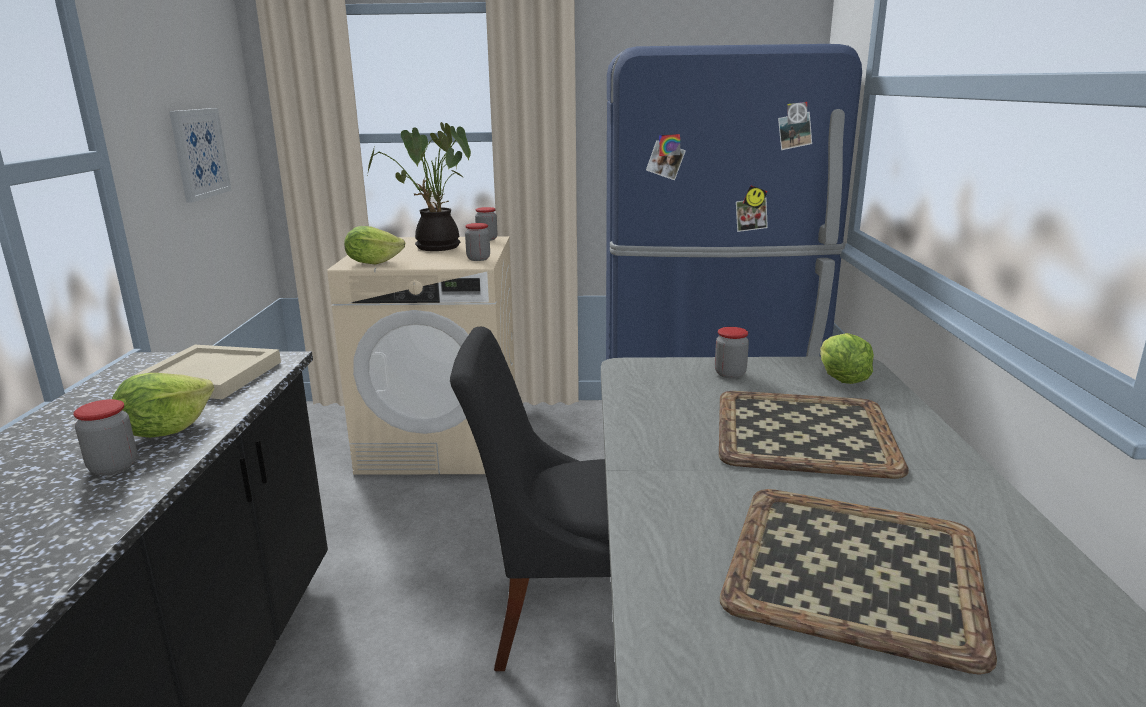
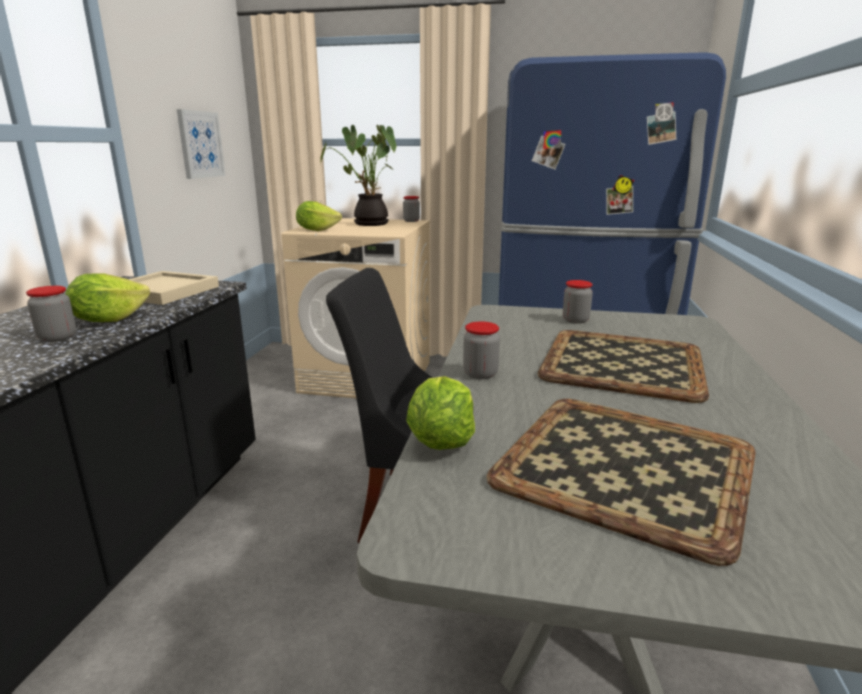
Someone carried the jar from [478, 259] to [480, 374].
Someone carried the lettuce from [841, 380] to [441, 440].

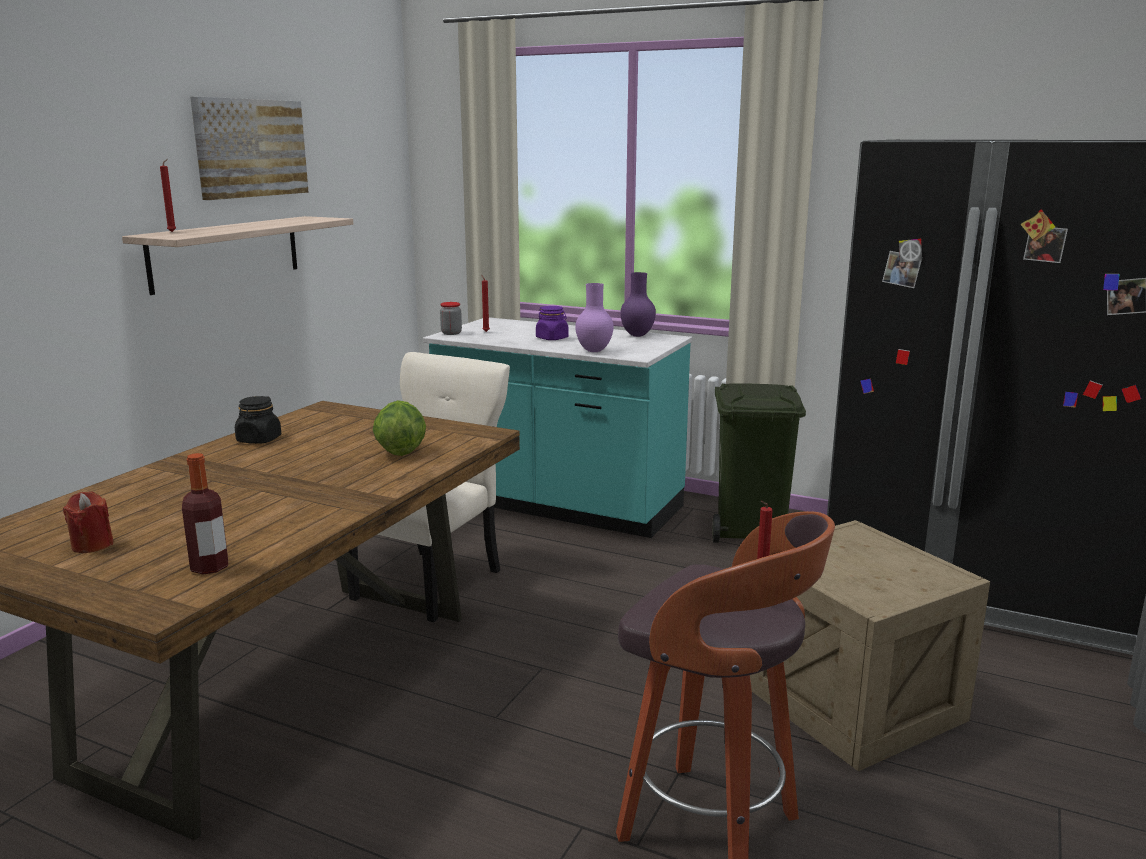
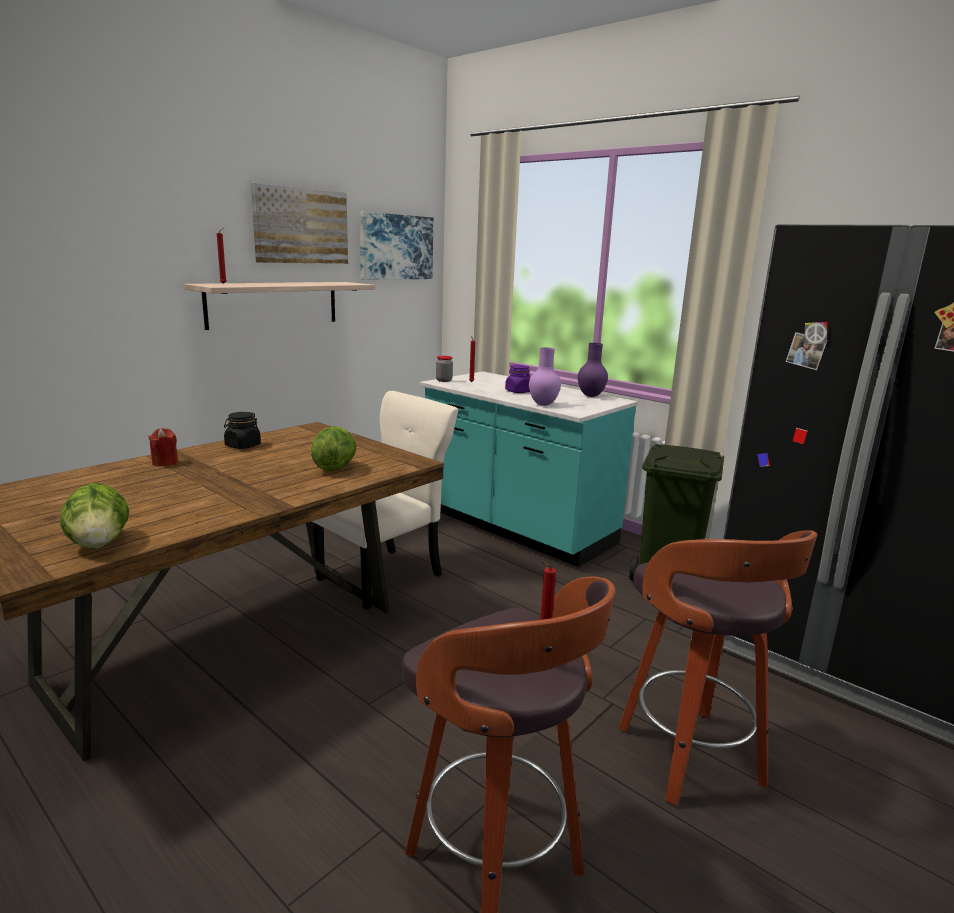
Someone put up the picture at [395, 247].
Someone carried the red candle from [92, 545] to [165, 462].
Someone swapped the bottle at [209, 567] for the lettuce at [99, 544].
Someone swapped the crate at [851, 701] for the stool at [692, 759].

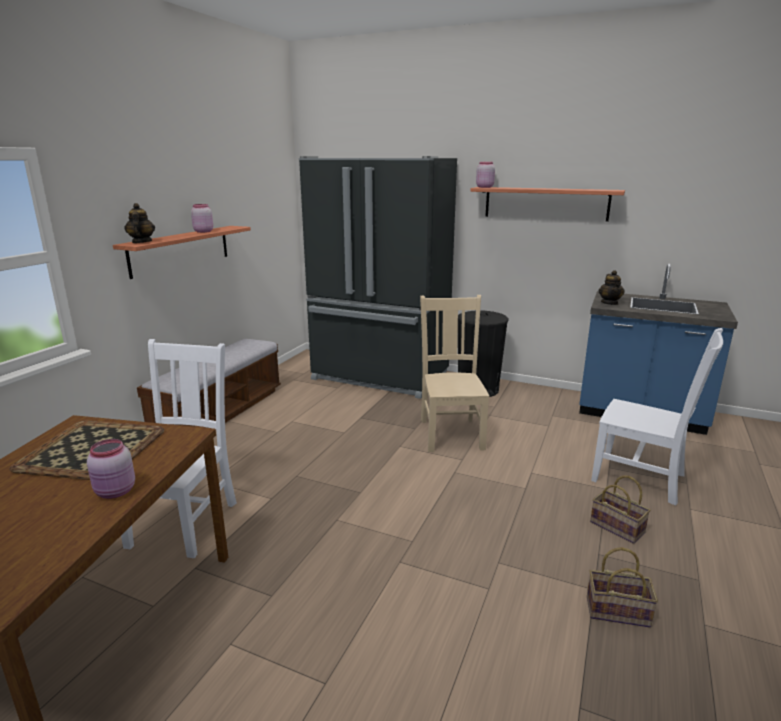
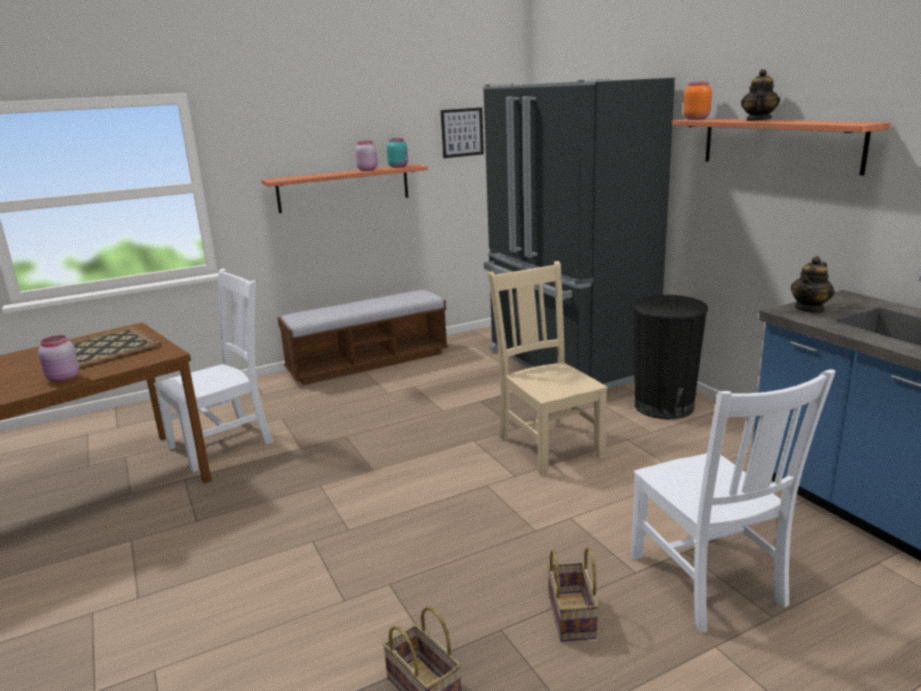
Someone put down the turquoise jar at [398, 167].
Someone put up the picture at [462, 132].
Someone carried the teapot from [141, 242] to [758, 120].
Someone repainted the pink jar at [484, 187], which became the orange jar at [696, 119].
Someone rotated the beige chair at [451, 433] by 60 degrees counterclockwise.

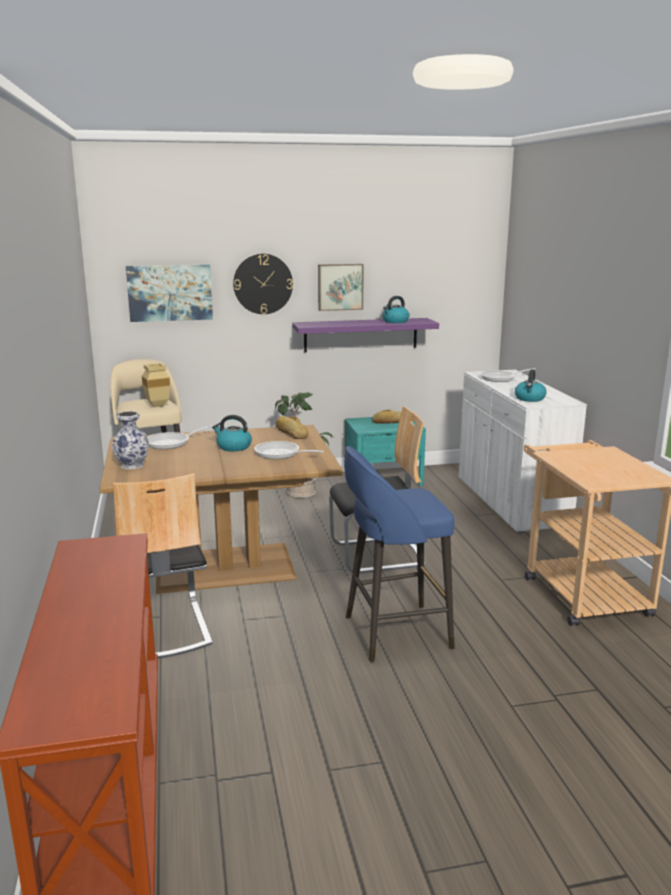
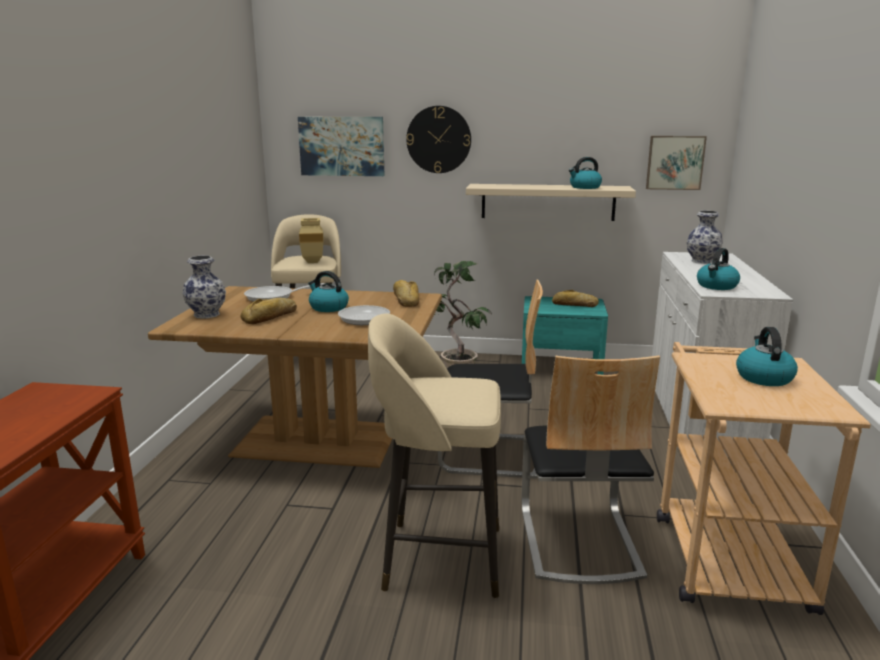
Someone put down the bread at [271, 316].
Someone put down the kettle at [763, 377].
Someone carried the chair from [161, 628] to [578, 540].
Someone carried the picture from [340, 287] to [675, 162].
Someone swapped the frying pan at [501, 378] for the vase at [702, 261].
Someone repainted the purple shelf at [361, 334], which became the beige shelf at [548, 202].
Someone repainted the blue stool at [394, 632], which became the beige stool at [439, 558].

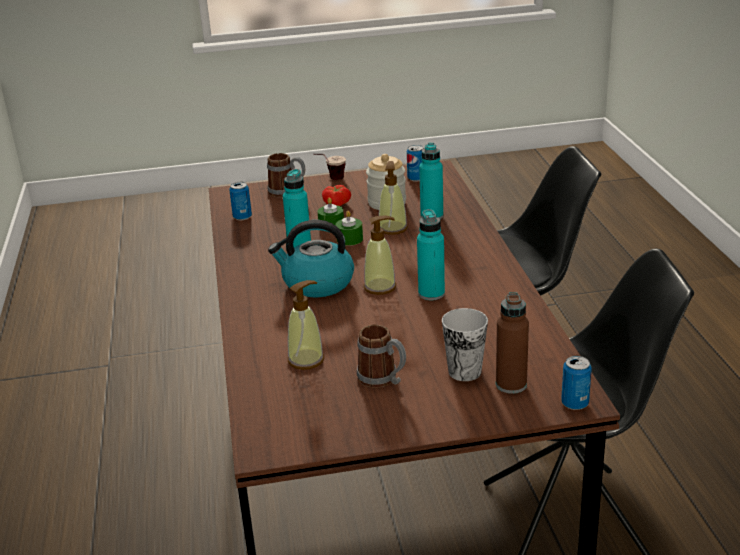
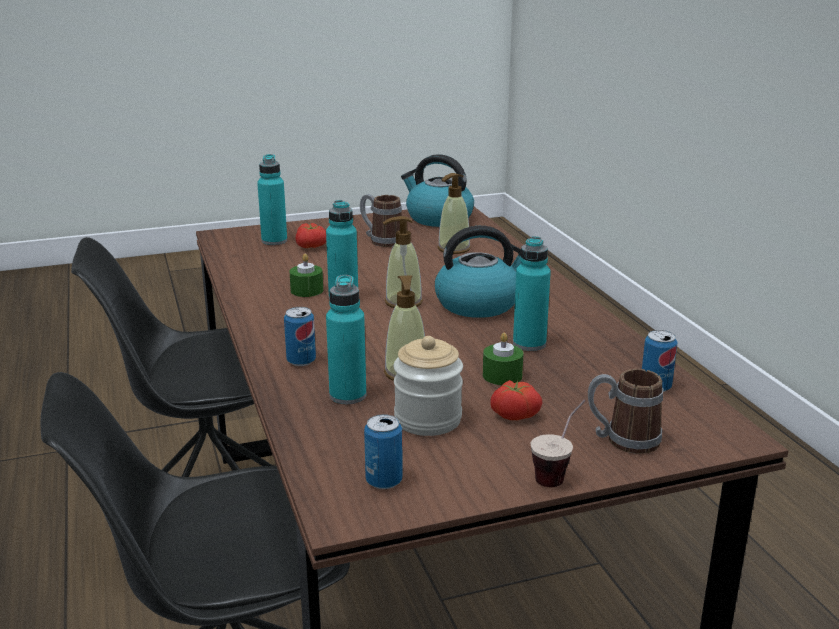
Someone put down the kettle at [438, 218].
Someone carried the green candle from [349, 239] to [307, 290].
Someone carried the can from [575, 403] to [301, 361].
Someone swapped the cup at [464, 371] for the tomato at [312, 246].
Someone repainted the brown bottle at [511, 384], which became the turquoise bottle at [274, 241].

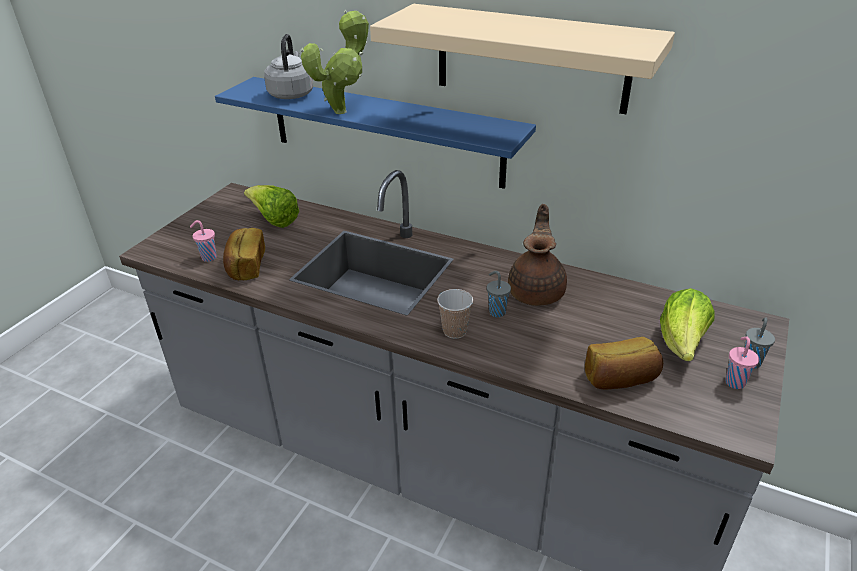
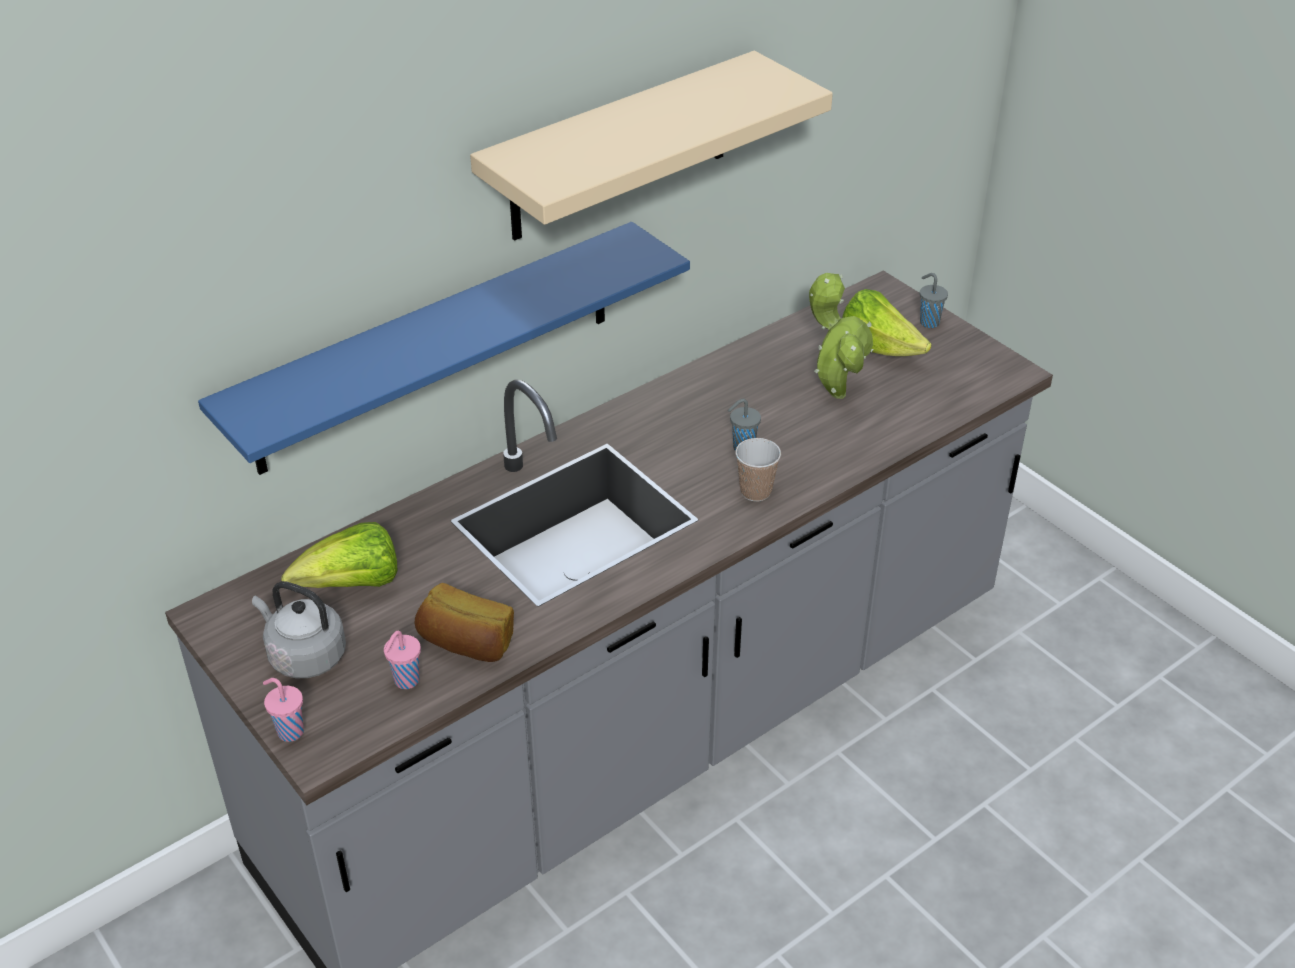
Someone took away the brown teapot at [537, 291].
Someone took away the bread at [621, 379].
Someone carried the grey kettle from [291, 94] to [304, 655].
Someone carried the potted plant from [343, 110] to [835, 390].
Someone carried the pink cup from [734, 382] to [289, 731].

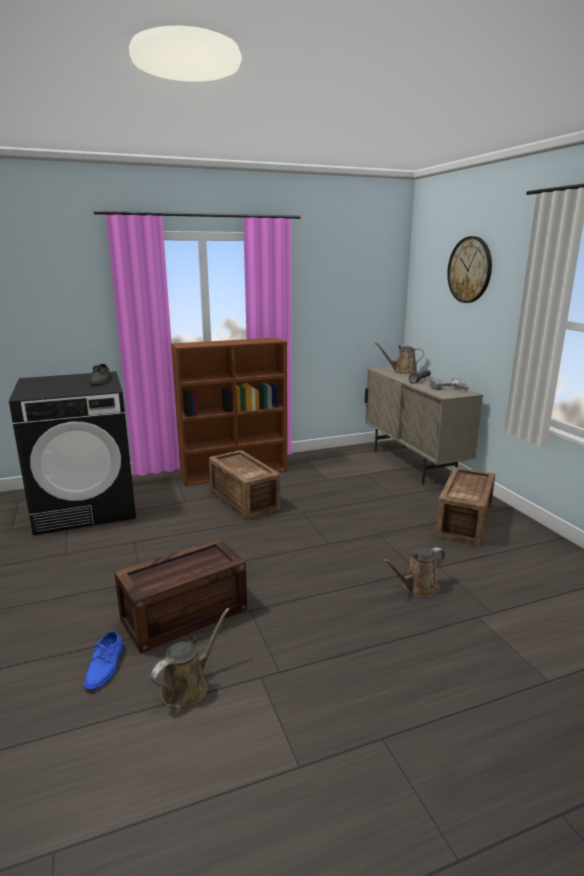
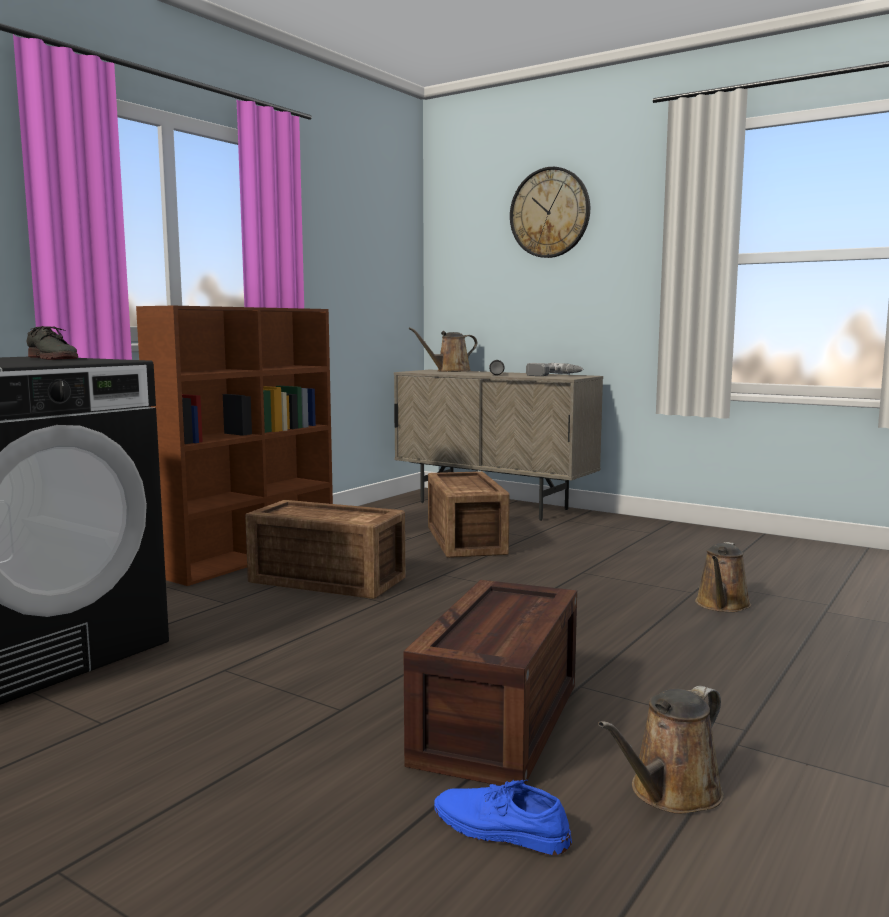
Someone carried the crate from [465, 522] to [467, 540].
Someone rotated the blue shoe at [105, 666] by 150 degrees clockwise.
Someone rotated the brown watering can at [188, 686] by 135 degrees counterclockwise.

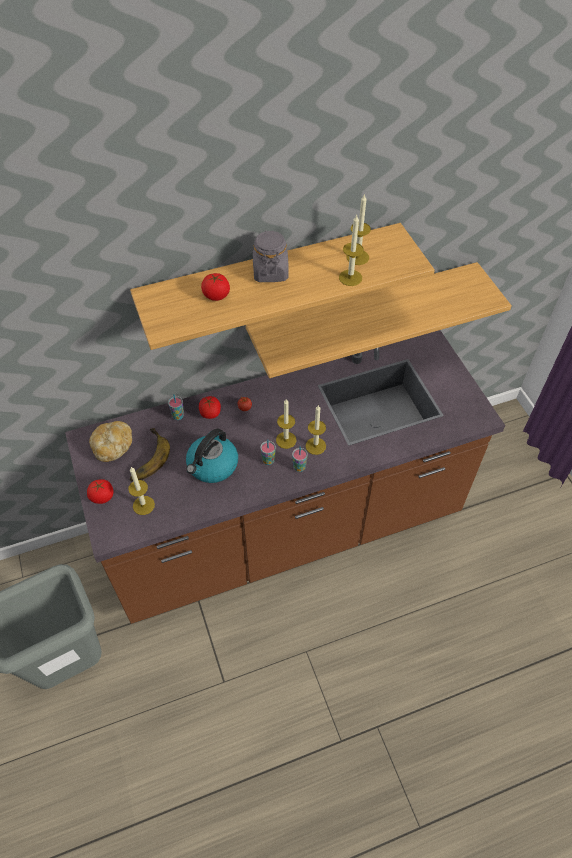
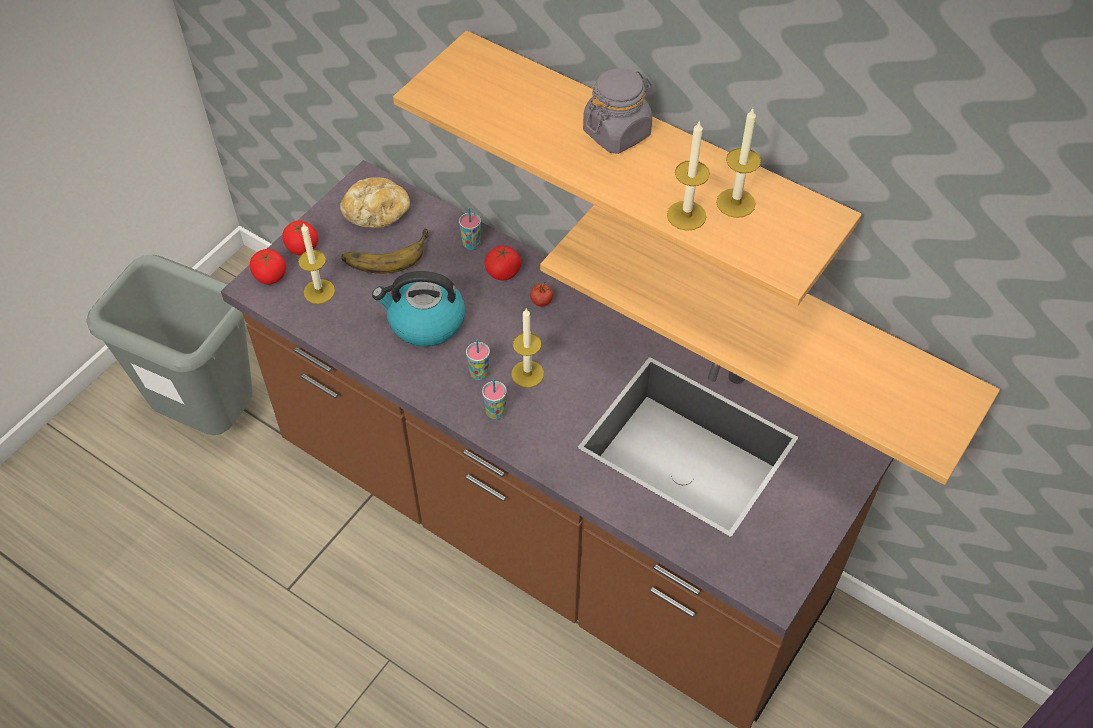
Someone took away the candle at [315, 446].
Someone carried the tomato from [216, 295] to [270, 276].

